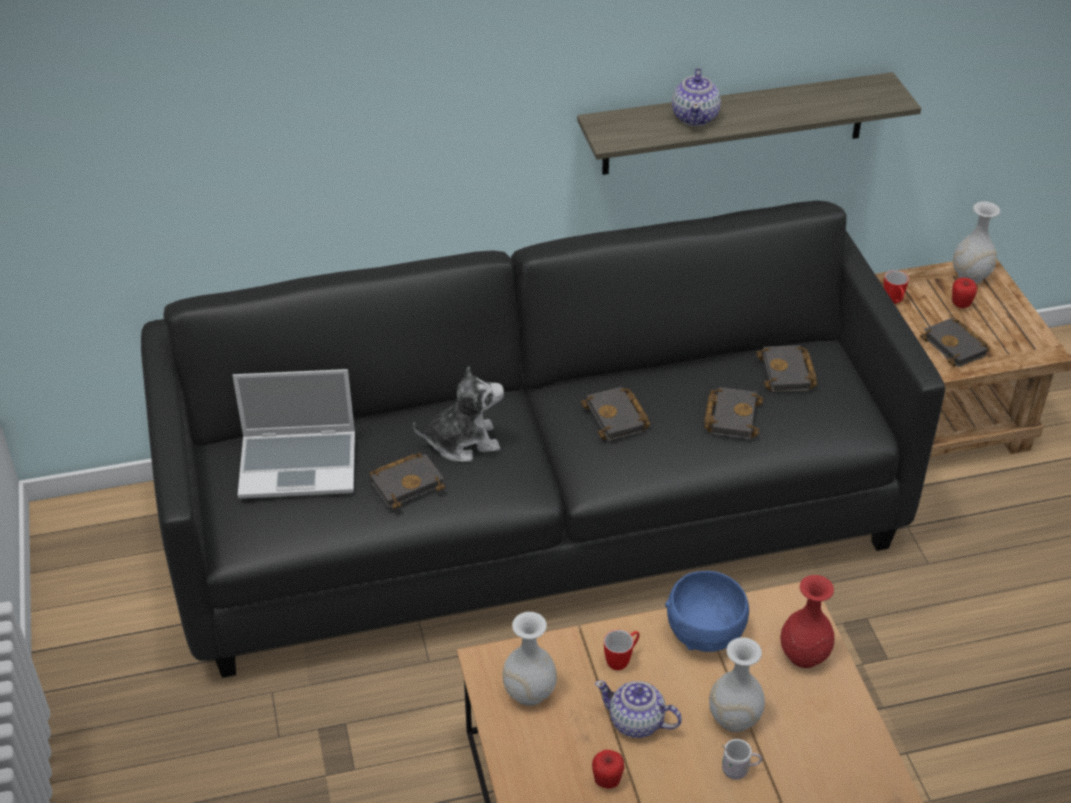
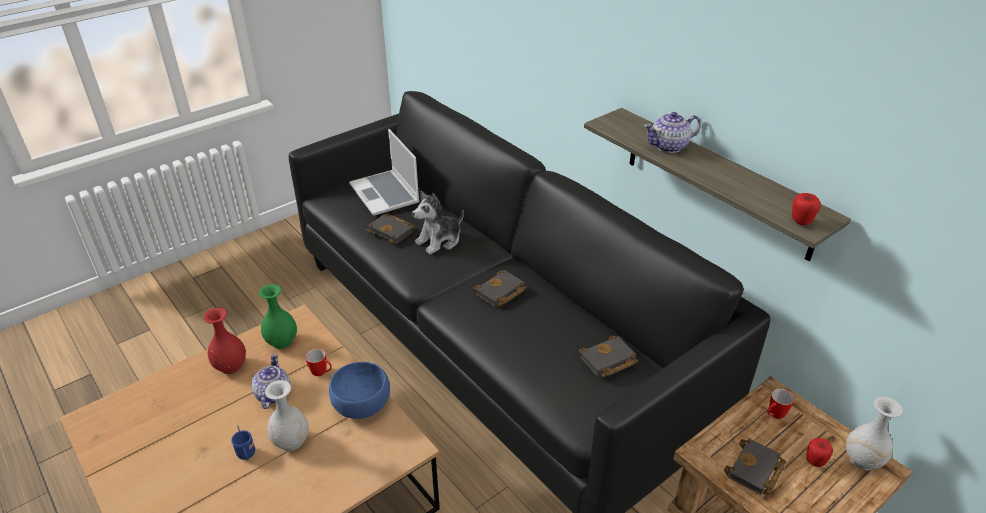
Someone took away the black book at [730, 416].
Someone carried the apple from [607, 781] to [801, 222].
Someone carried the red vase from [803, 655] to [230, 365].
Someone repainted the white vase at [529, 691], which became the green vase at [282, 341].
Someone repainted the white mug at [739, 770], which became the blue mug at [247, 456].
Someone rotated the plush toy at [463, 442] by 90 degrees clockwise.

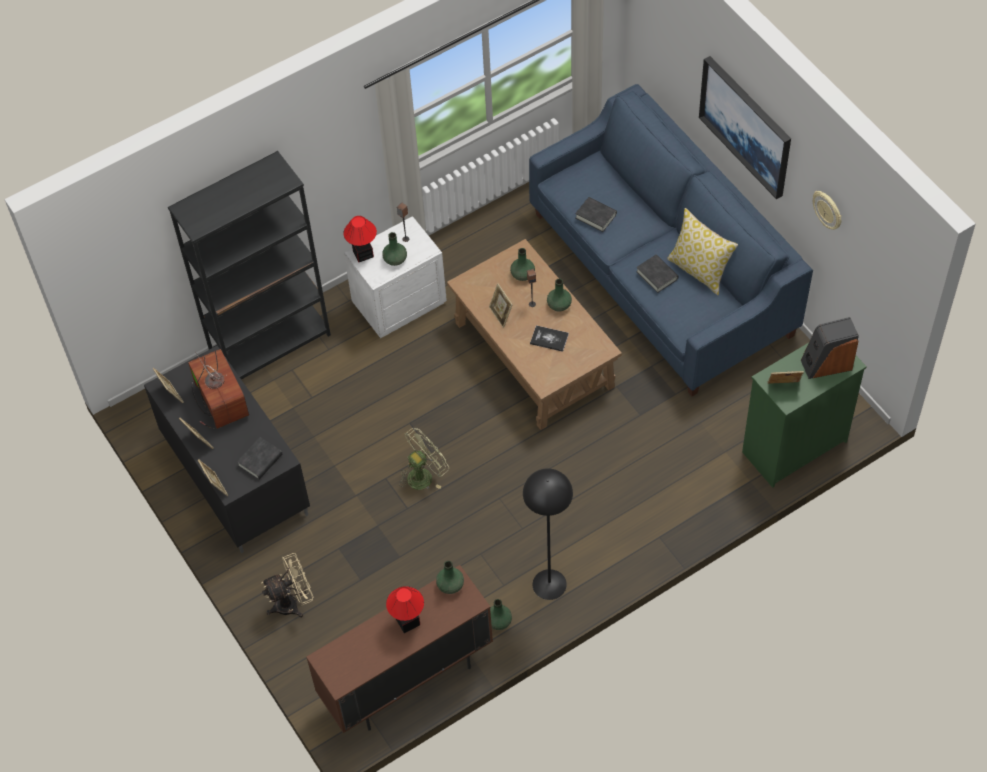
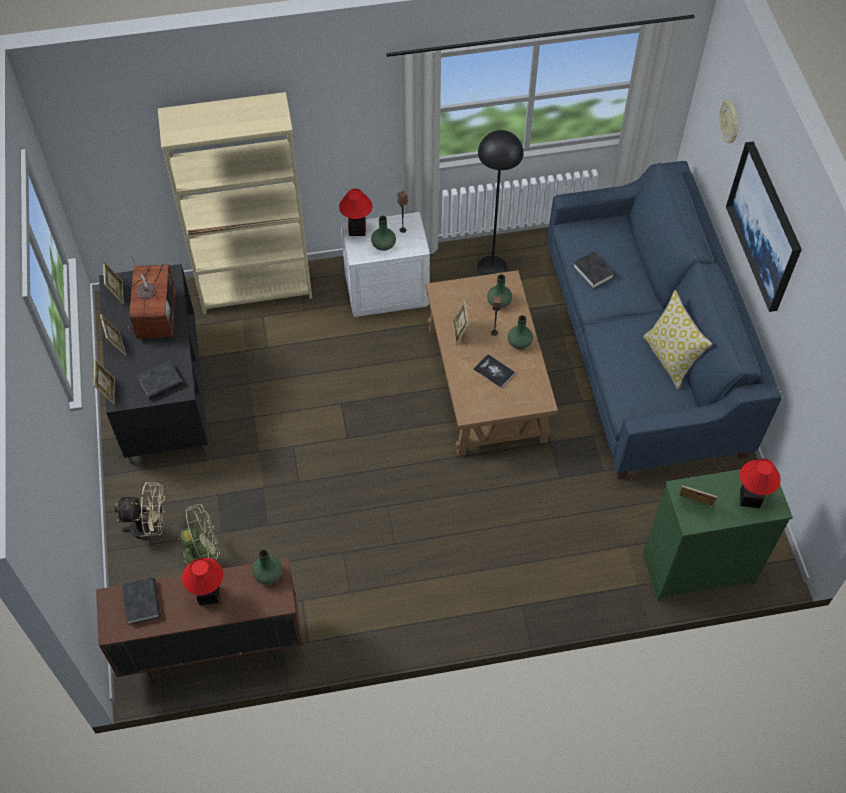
Someone took away the green vase at [498, 621].
Someone carried the green fan from [423, 474] to [202, 552].
Someone carried the black floor lamp from [549, 584] to [492, 267].
Someone carried the black book from [657, 275] to [142, 602].
Someone carried the wall clock from [828, 210] to [730, 122].
Someone swapped the speaker at [826, 364] for the table lamp at [750, 498].
Someone repainted the black bookcase at [271, 345], which became the beige bookcase at [256, 288].

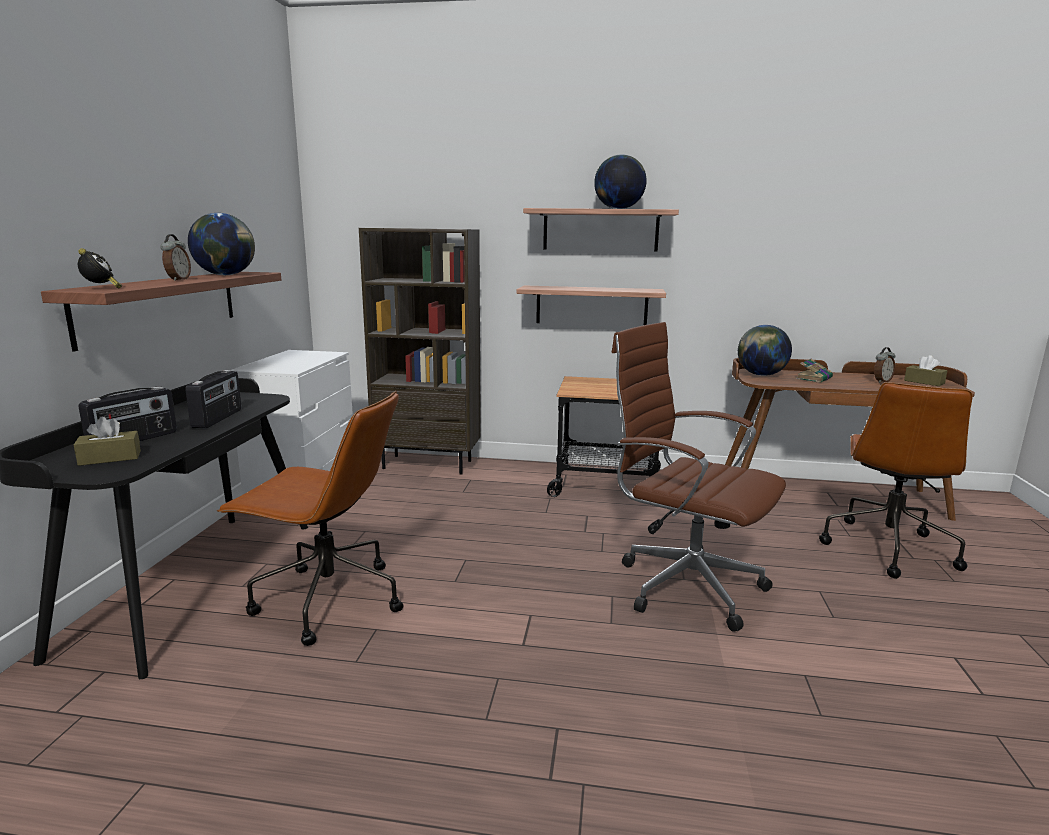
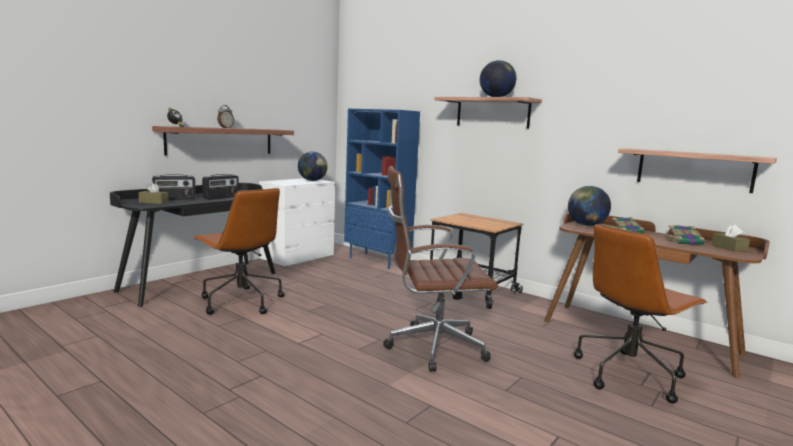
Someone carried the globe from [226, 275] to [312, 180].
Someone carried the shelf from [591, 306] to [694, 170].
Someone swapped the alarm clock at [881, 381] for the book at [685, 242].
Someone repainted the brown bookcase at [428, 464], which became the blue bookcase at [377, 260].
Someone rotated the brown office chair at [683, 585] by 75 degrees counterclockwise.

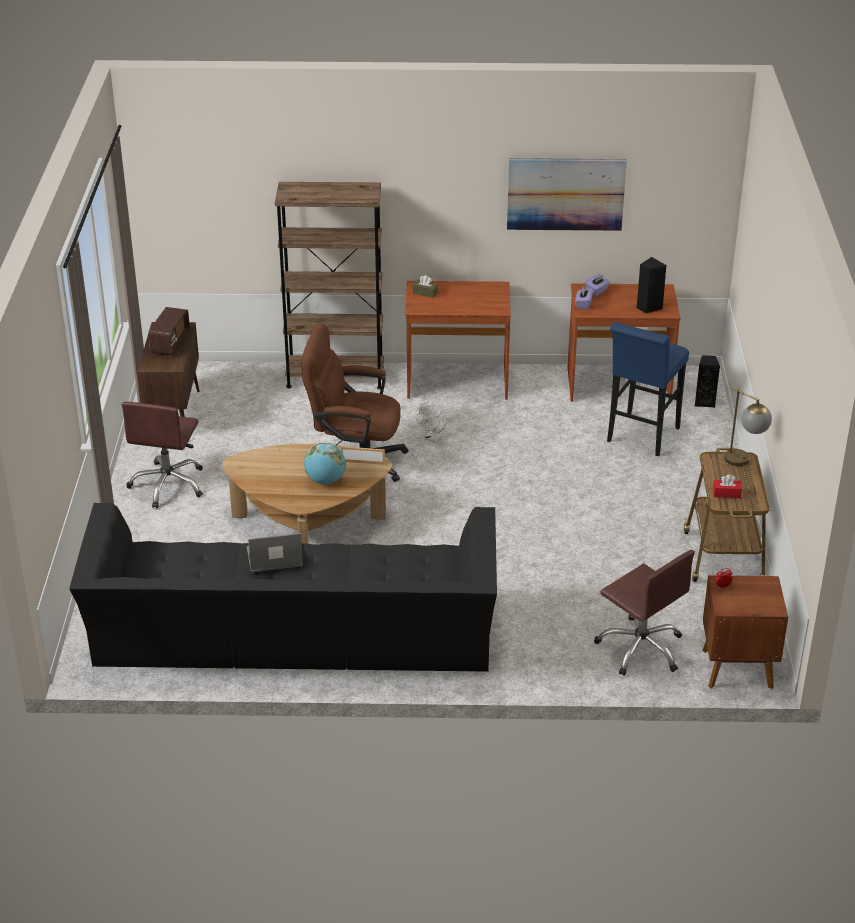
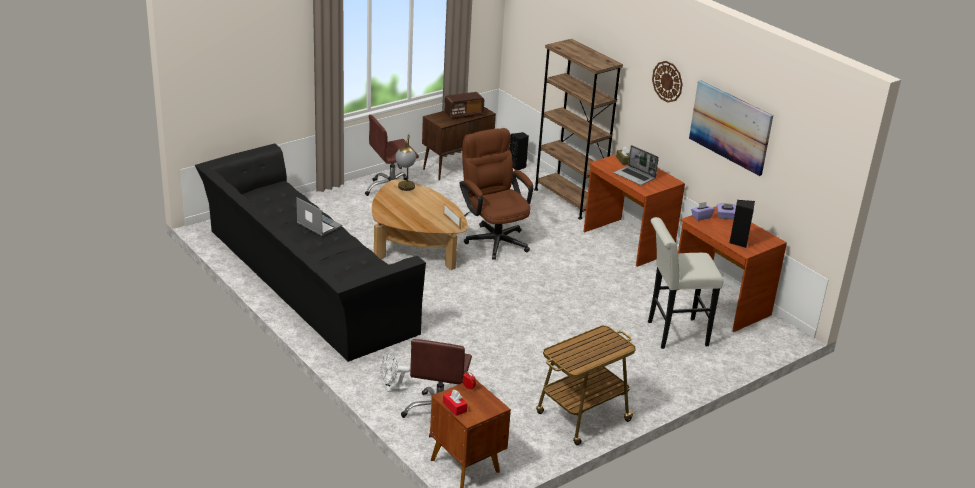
Someone took away the globe at [325, 480].
Someone put down the laptop at [635, 176].
Someone put up the wall clock at [667, 81].
Someone carried the white fan from [433, 438] to [392, 388].
Someone carried the black speaker from [704, 402] to [517, 167].
Someone carried the red tissue box from [726, 493] to [454, 407].
Someone carried the table lamp from [744, 462] to [405, 190].
Someone repainted the blue stool at [640, 437], which became the white stool at [672, 334].

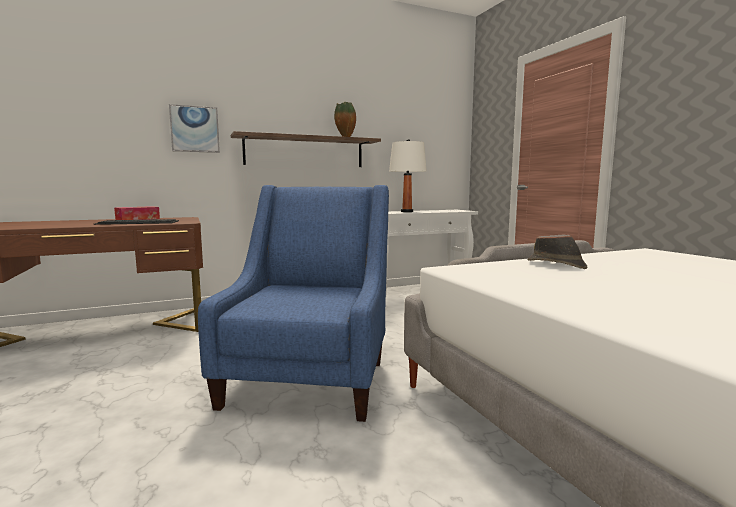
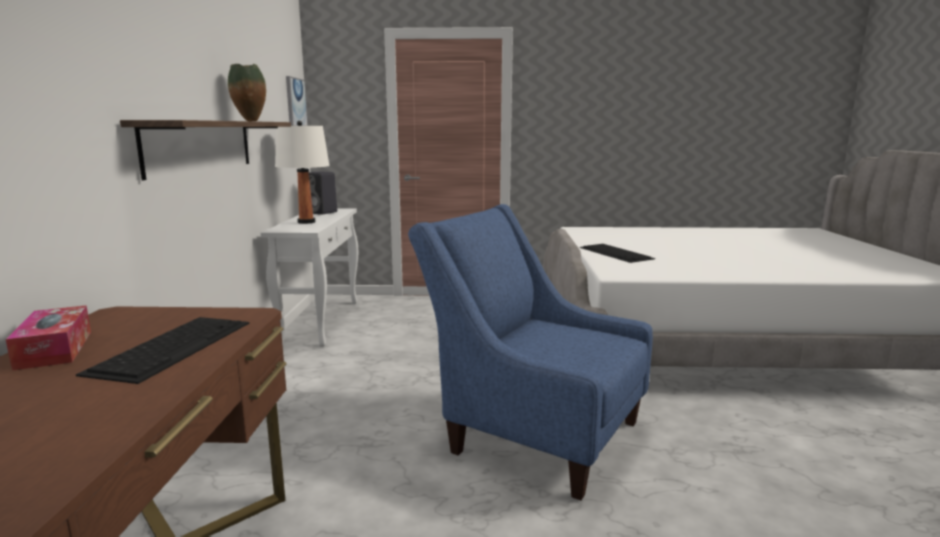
Someone put down the black speaker at [322, 212].
Someone carried the picture from [194, 129] to [295, 102].
Someone swapped the brown hat at [556, 265] for the keyboard at [616, 253].

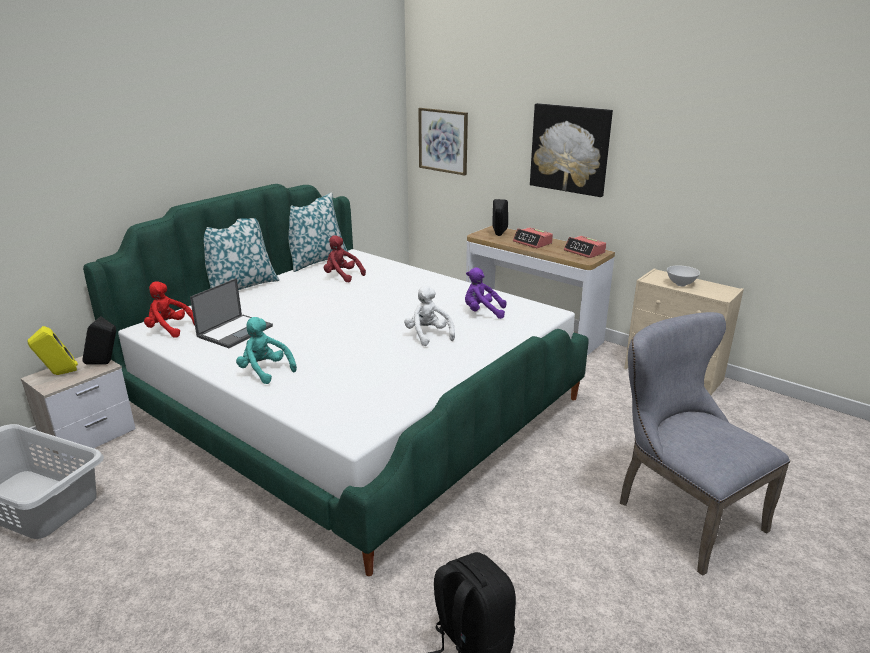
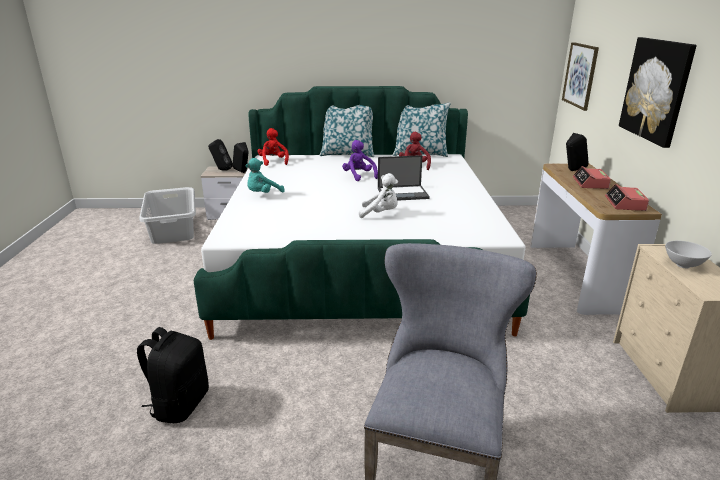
Someone carried the laptop from [235, 331] to [403, 193].
Someone carried the purple plush toy from [482, 312] to [359, 176].
Someone repainted the yellow speaker at [59, 374], which became the black speaker at [221, 170].
Someone rotated the turquoise plush toy at [265, 371] by 135 degrees counterclockwise.
Someone rotated the white plush toy at [428, 335] by 75 degrees clockwise.

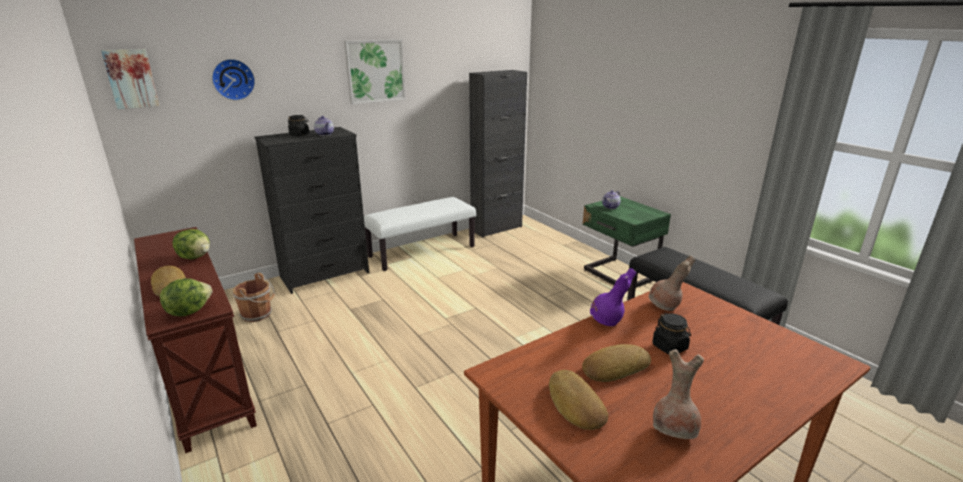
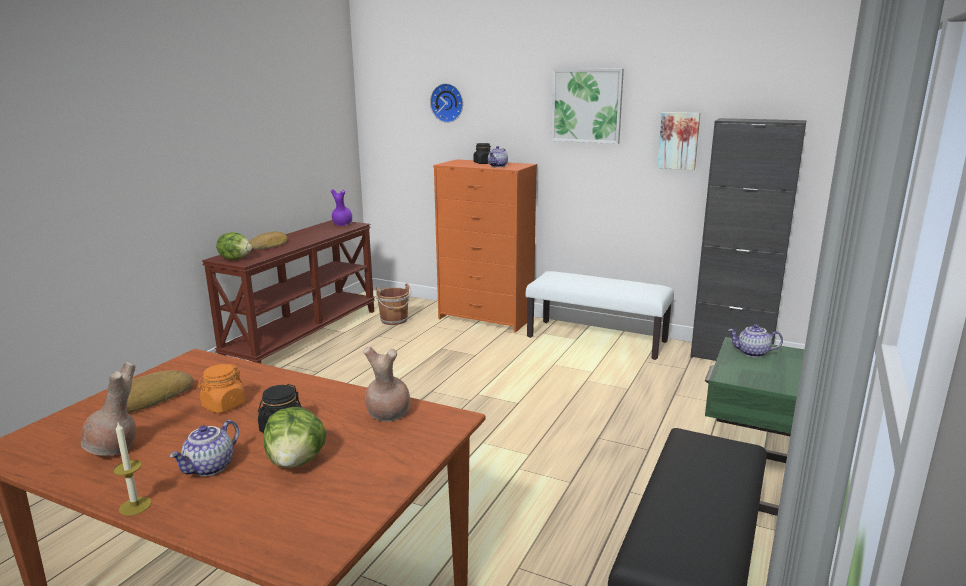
Someone put down the candle at [135, 506].
Someone put down the teapot at [210, 468].
Someone carried the picture from [131, 78] to [678, 140].
Someone carried the lettuce from [196, 257] to [297, 462].
Someone carried the purple vase from [607, 321] to [342, 224].
Someone swapped the bread at [614, 367] for the orange jar at [223, 406].
Someone repainted the black dresser at [325, 274], which became the orange dresser at [486, 318].

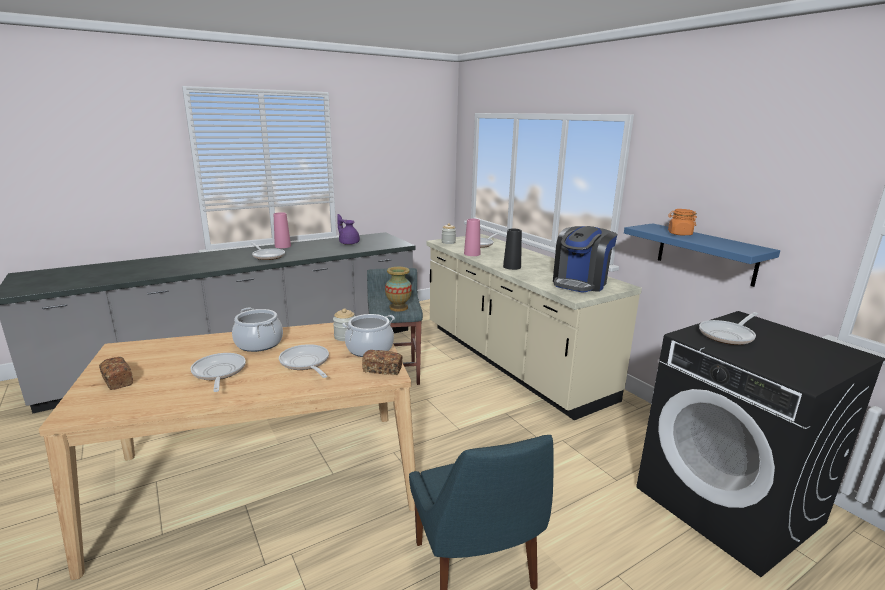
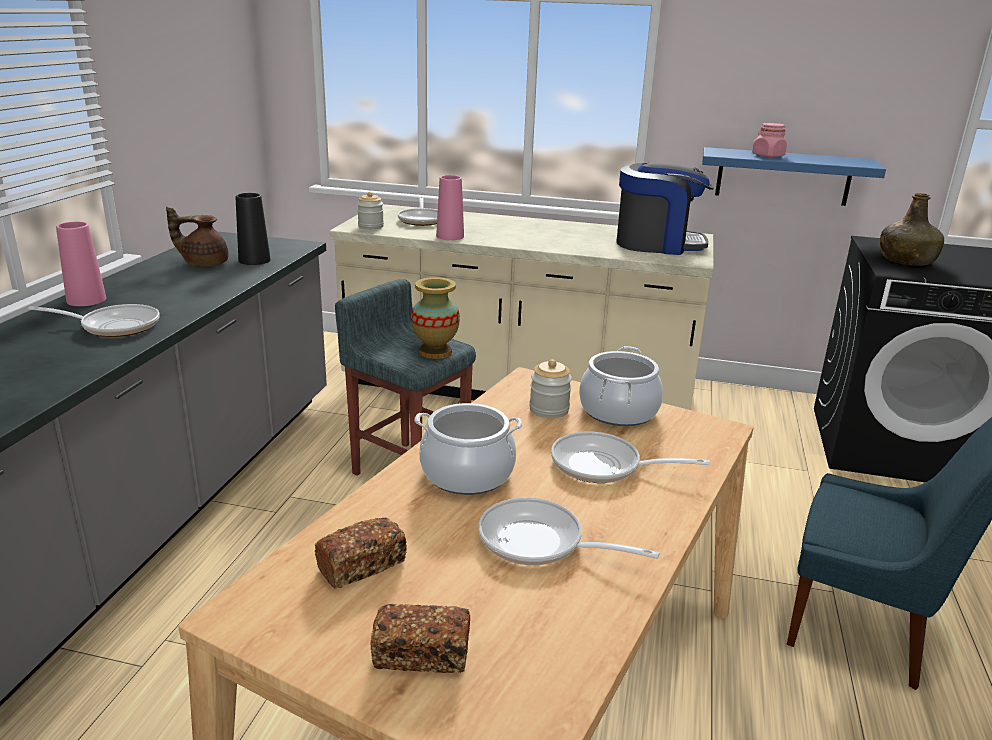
Someone carried the bread from [382, 369] to [362, 565].
Someone carried the black vase from [512, 267] to [254, 260].
Someone swapped the frying pan at [728, 335] for the green bottle at [906, 261].
Someone repainted the purple teapot at [348, 243], which became the brown teapot at [204, 263].
Someone repainted the orange jar at [679, 234], which became the pink jar at [768, 155].
Someone rotated the coffee machine at [580, 283] by 75 degrees counterclockwise.

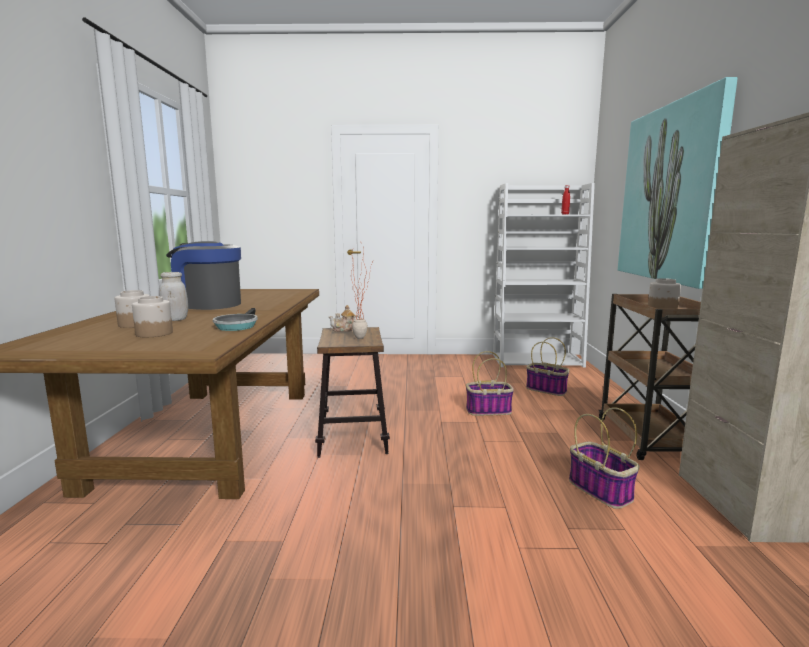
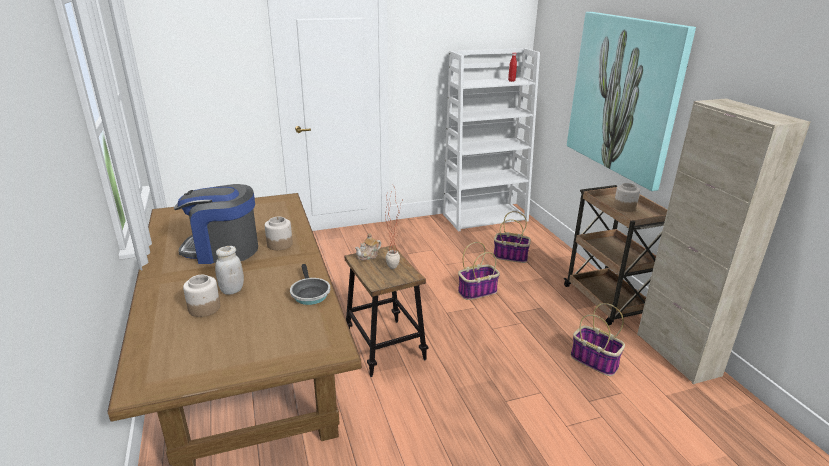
Someone carried the jar from [154, 333] to [279, 244].

